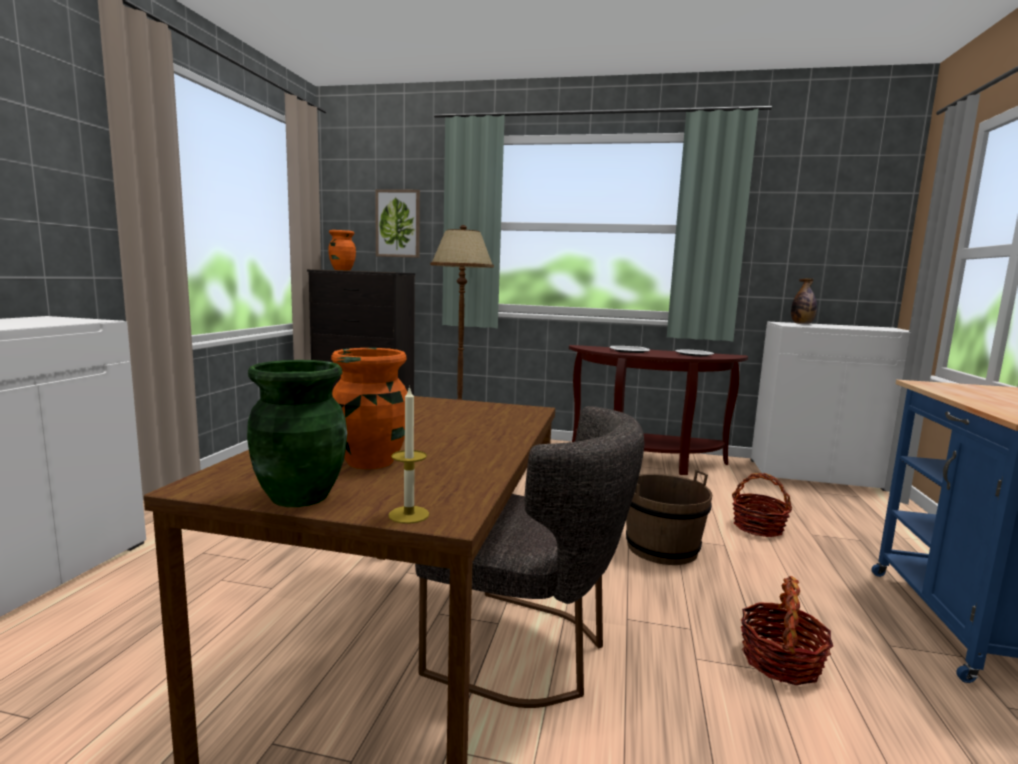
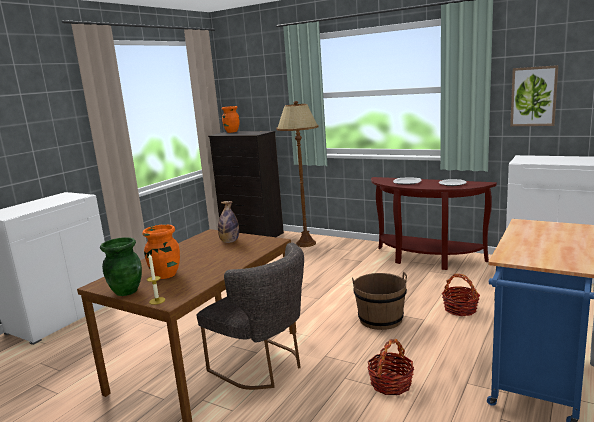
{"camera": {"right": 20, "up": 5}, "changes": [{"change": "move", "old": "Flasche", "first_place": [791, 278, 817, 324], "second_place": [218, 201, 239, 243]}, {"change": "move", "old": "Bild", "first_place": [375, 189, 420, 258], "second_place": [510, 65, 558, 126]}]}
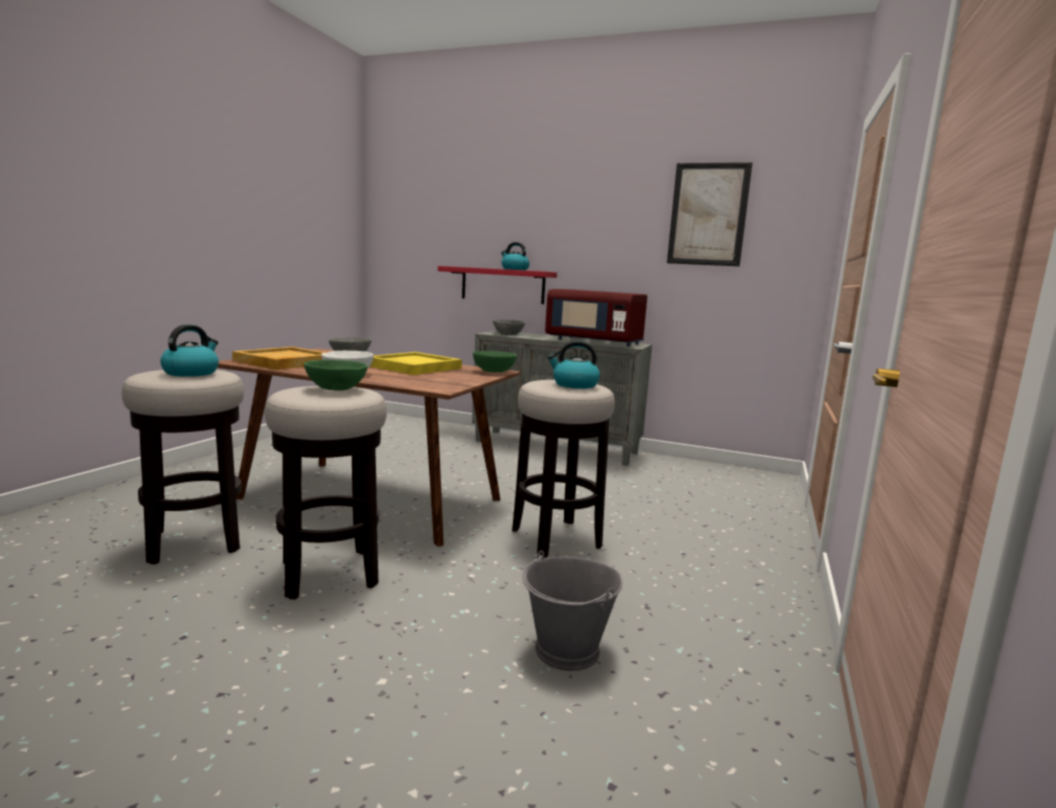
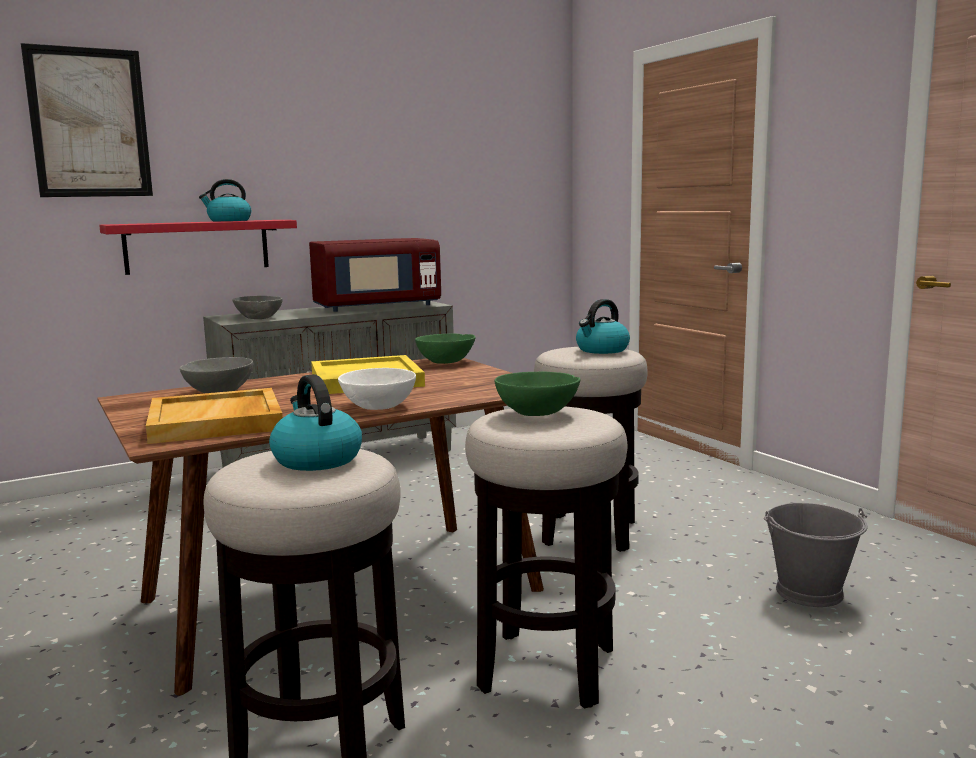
{"camera": {"right": -50, "up": 0}, "changes": [{"change": "move", "old": "Bild", "first_place": [667, 162, 753, 266], "second_place": [21, 43, 153, 197]}]}
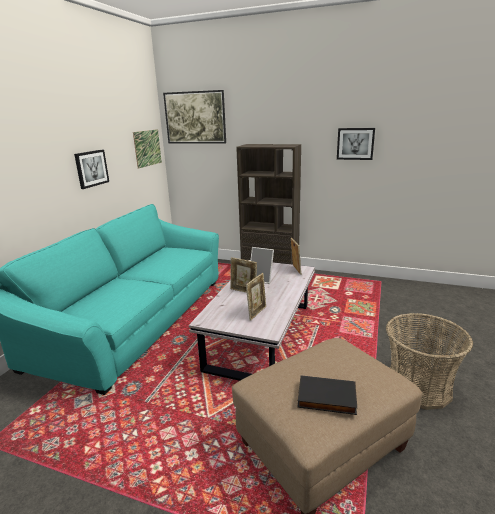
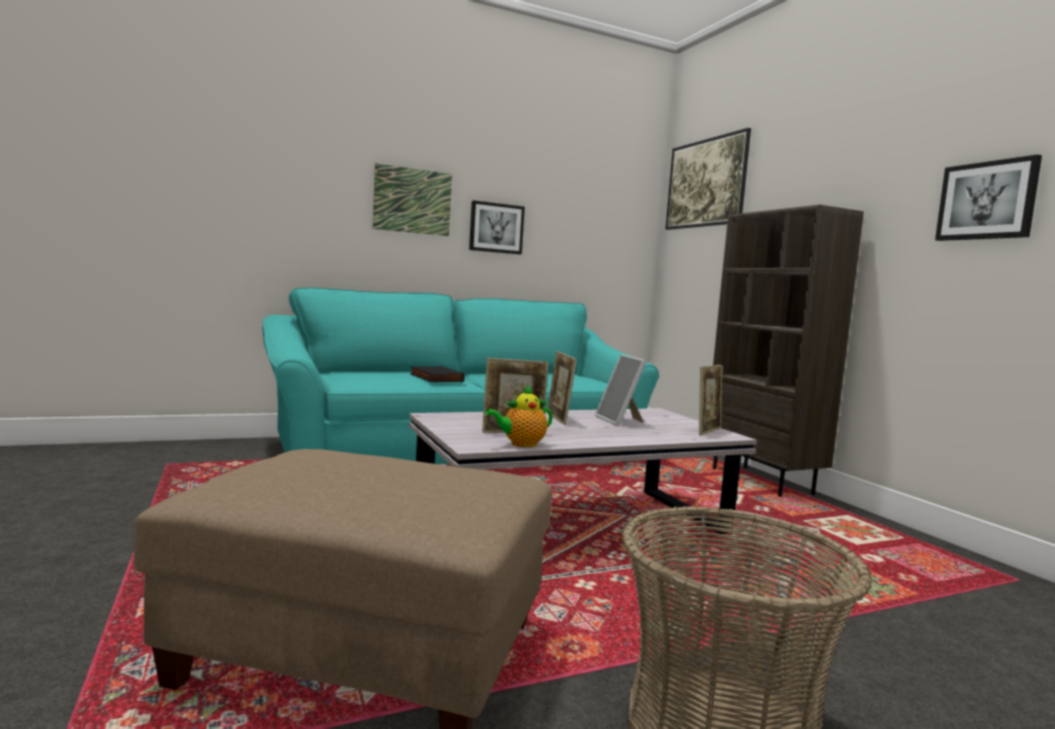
{"camera": {"right": 45, "up": -15}, "changes": [{"change": "move", "old": "Bild", "first_place": [133, 129, 162, 169], "second_place": [372, 163, 452, 236]}, {"change": "move", "old": "Buch/schwarz", "first_place": [297, 376, 357, 415], "second_place": [411, 366, 465, 382]}, {"change": "insert", "new": "Teekanne", "second_place": [485, 385, 553, 447]}]}
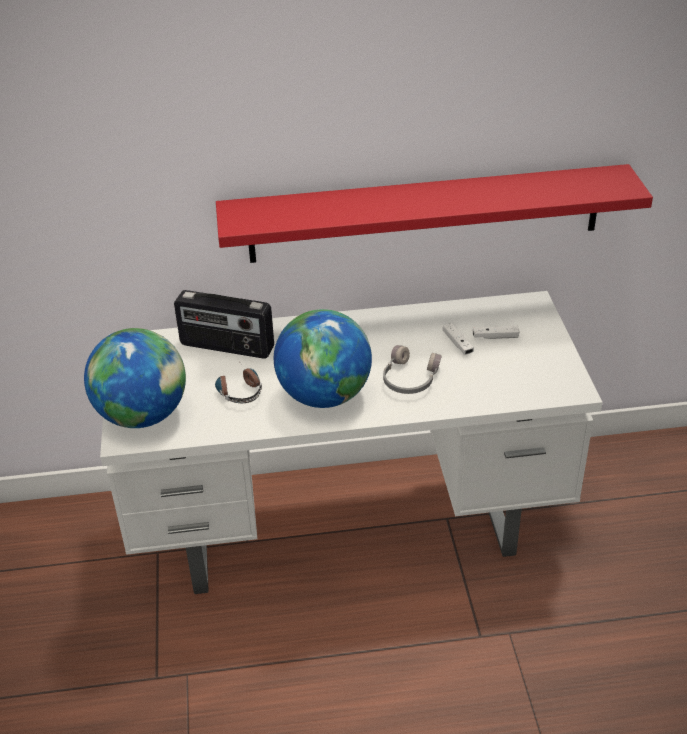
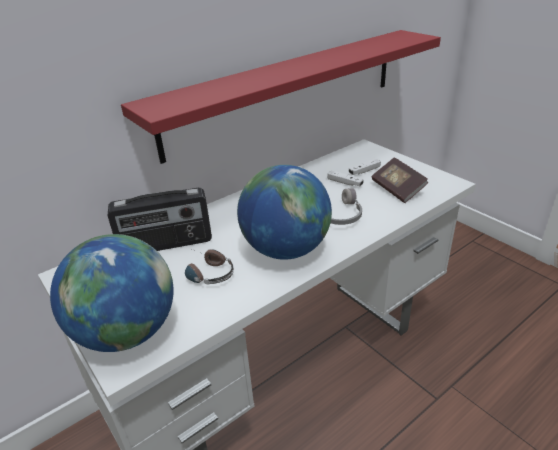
{"camera": {"right": -30, "up": -5}, "changes": [{"change": "insert", "new": "Buch", "second_place": [372, 157, 429, 203]}]}
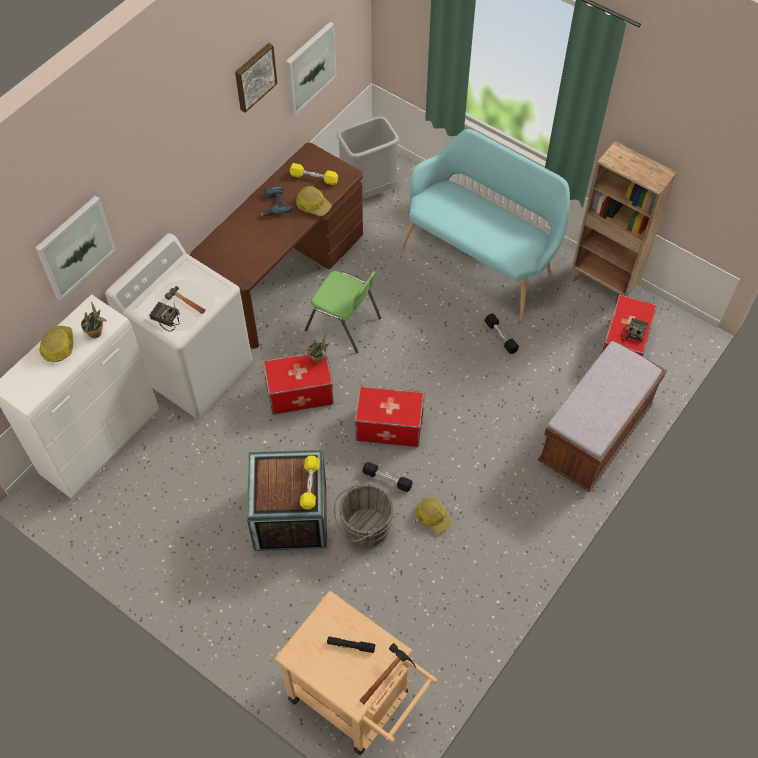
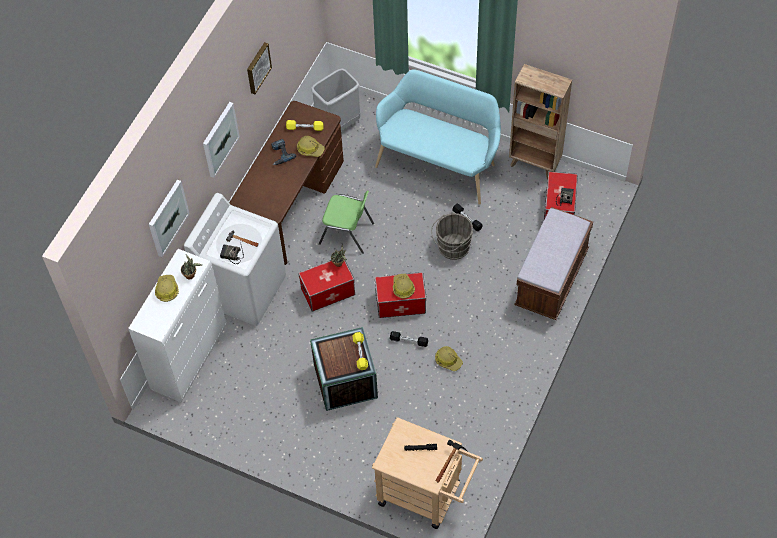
{"camera": {"right": -10, "up": 0}, "changes": [{"change": "move", "old": "Bild", "first_place": [286, 22, 337, 116], "second_place": [203, 102, 240, 178]}, {"change": "insert", "new": "Schutzhelm", "second_place": [393, 274, 415, 299]}, {"change": "move", "old": "Eimer/grau", "first_place": [334, 484, 394, 549], "second_place": [431, 213, 473, 260]}]}
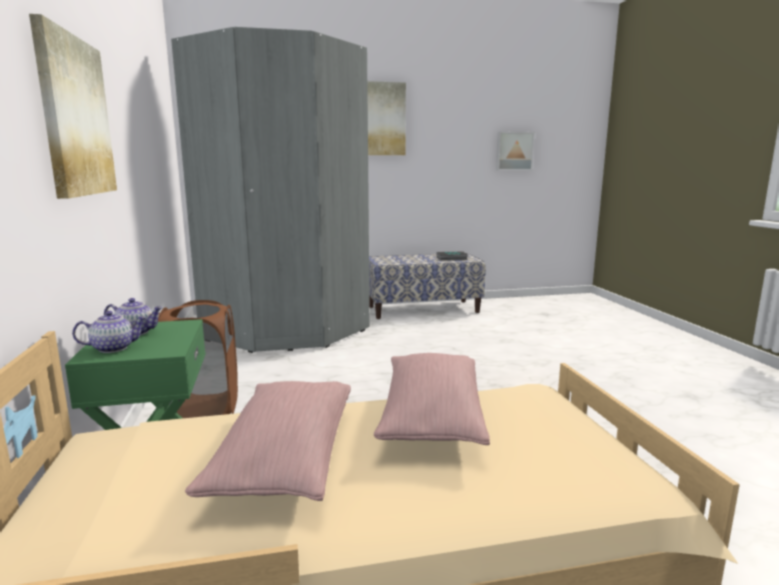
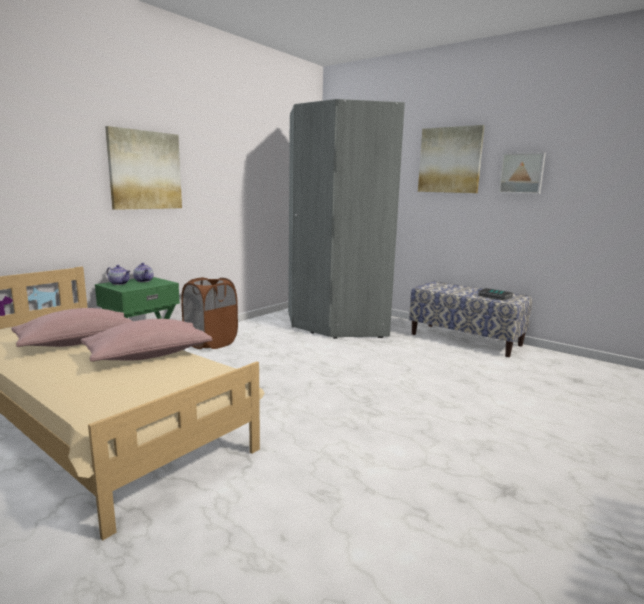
{"camera": {"right": 50, "up": 0}, "changes": [{"change": "move", "old": "Bild", "first_place": [496, 132, 535, 171], "second_place": [498, 152, 546, 194]}]}
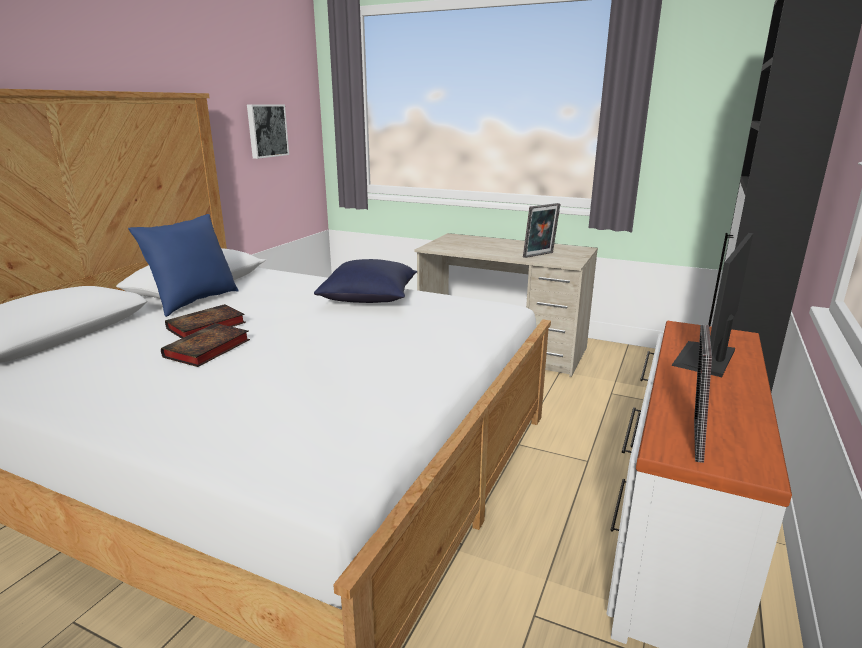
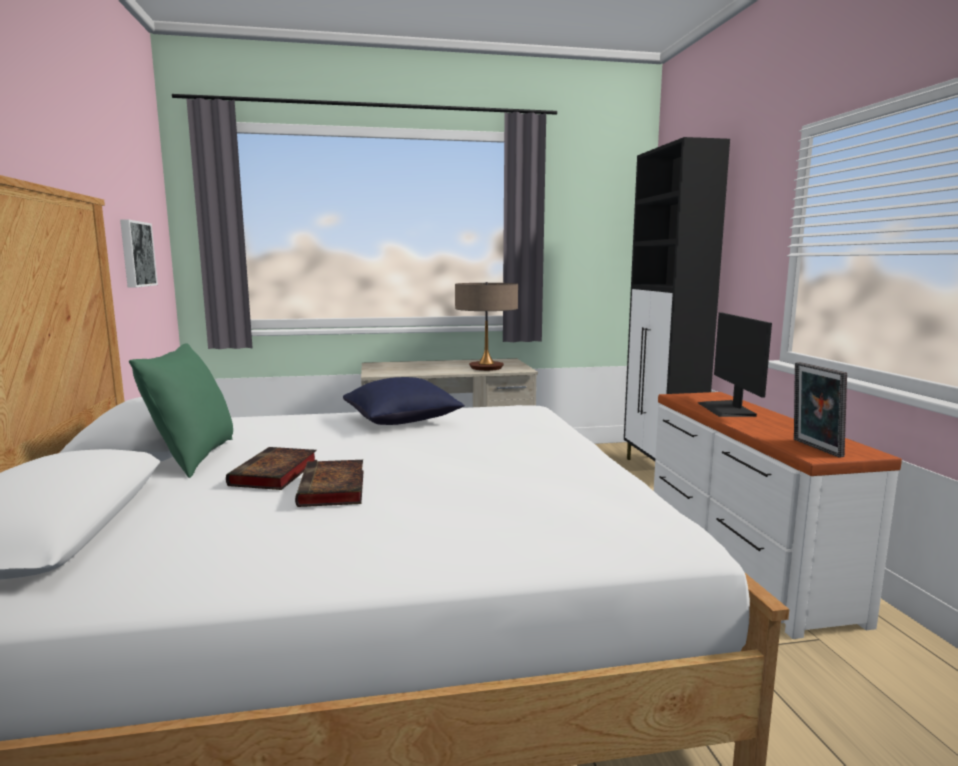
{"camera": {"right": -35, "up": -10}, "changes": [{"change": "recolor", "old": "Kissen/blau", "new": "Kissen/grün", "first_place": [128, 214, 239, 317], "second_place": [129, 343, 233, 478]}, {"change": "replace", "old": "Bilderrahmen", "new": "Tischlampe", "first_place": [523, 203, 560, 258], "second_place": [455, 282, 518, 371]}]}
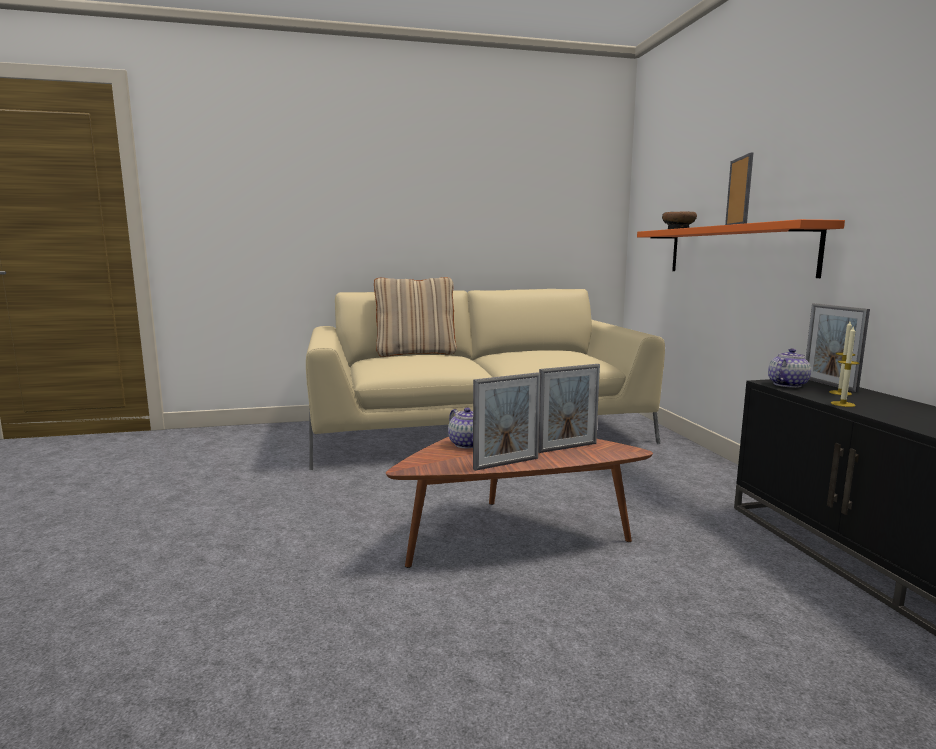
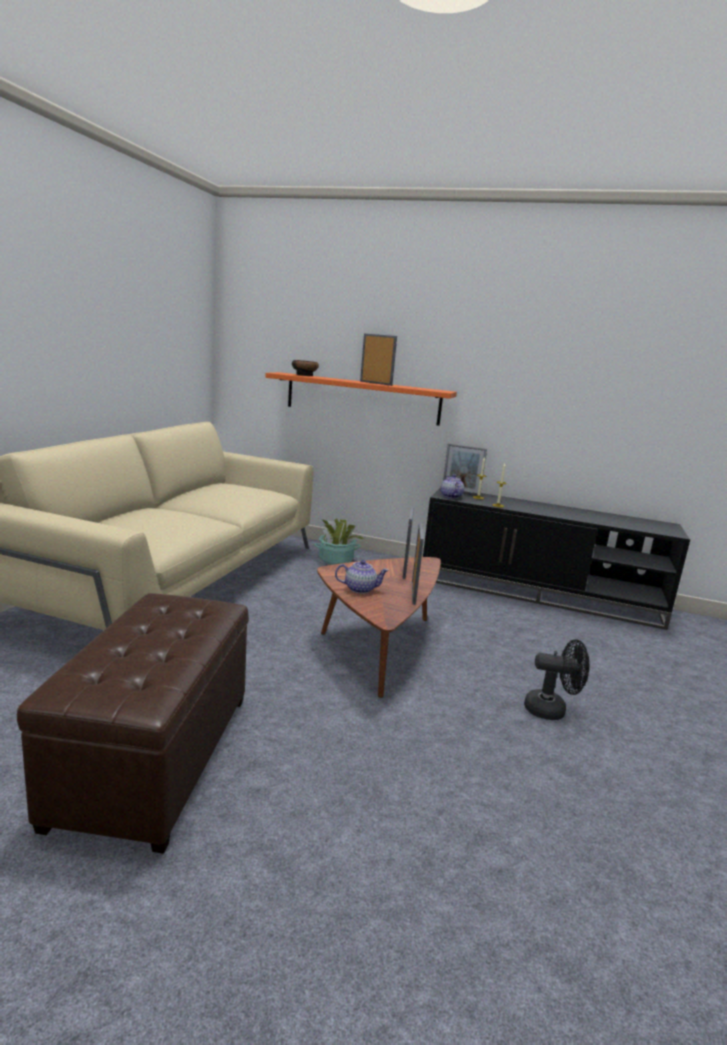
{"camera": {"right": -60, "up": 5}, "changes": [{"change": "insert", "new": "Polsterhocker/braun", "second_place": [17, 593, 249, 854]}, {"change": "insert", "new": "Topfpflanze", "second_place": [314, 518, 365, 565]}, {"change": "insert", "new": "Ventilator/schwarz", "second_place": [524, 639, 589, 720]}, {"change": "delete", "old": "Kissen/beige", "first_place": [374, 277, 457, 357]}]}
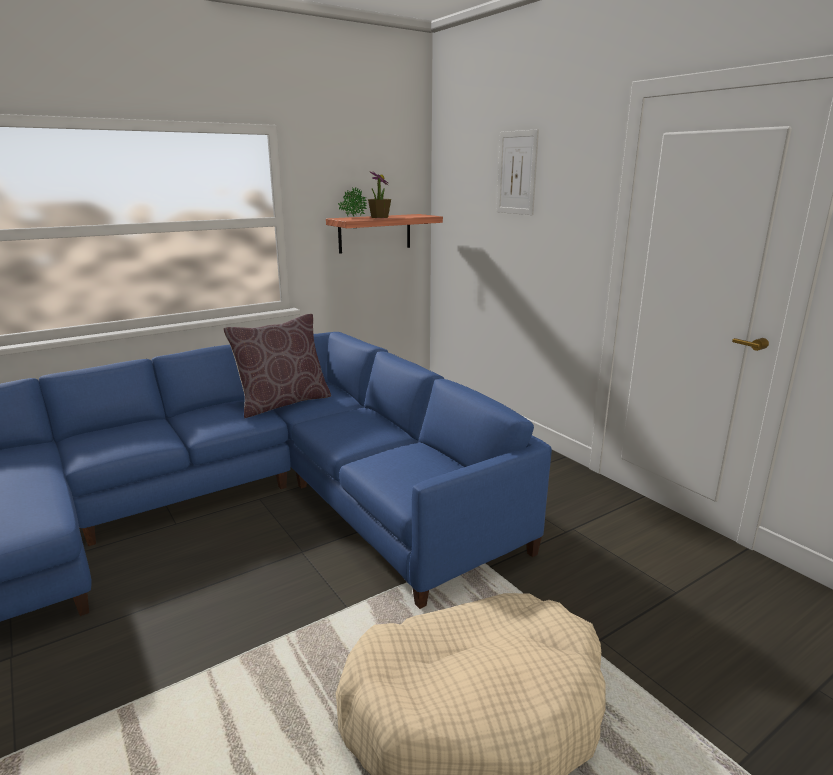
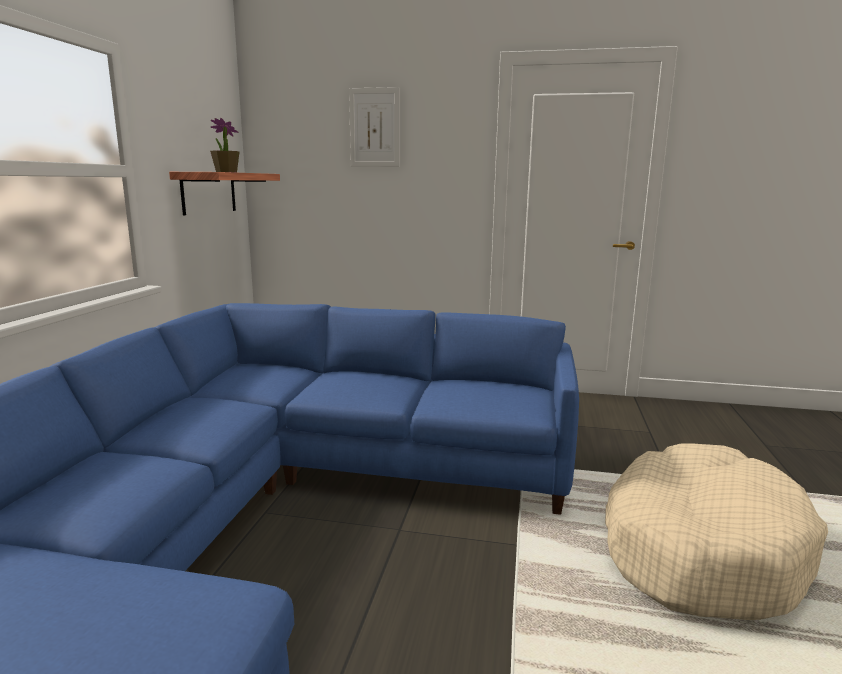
{"camera": {"right": -45, "up": -5}, "changes": [{"change": "delete", "old": "Kissen/braun", "first_place": [223, 314, 331, 418]}, {"change": "delete", "old": "Topfpflanze", "first_place": [338, 187, 367, 217]}]}
